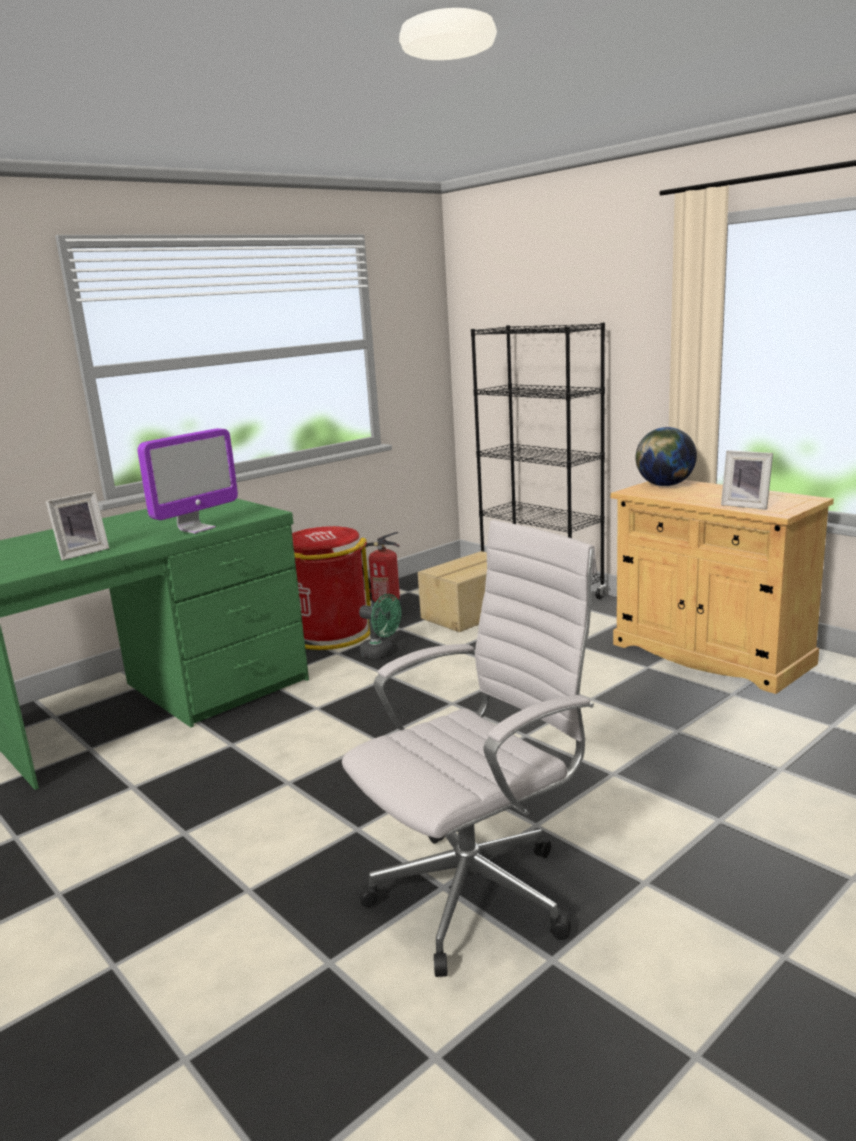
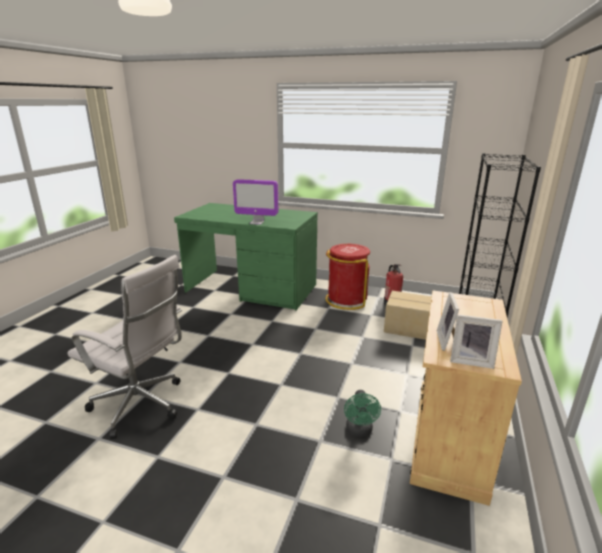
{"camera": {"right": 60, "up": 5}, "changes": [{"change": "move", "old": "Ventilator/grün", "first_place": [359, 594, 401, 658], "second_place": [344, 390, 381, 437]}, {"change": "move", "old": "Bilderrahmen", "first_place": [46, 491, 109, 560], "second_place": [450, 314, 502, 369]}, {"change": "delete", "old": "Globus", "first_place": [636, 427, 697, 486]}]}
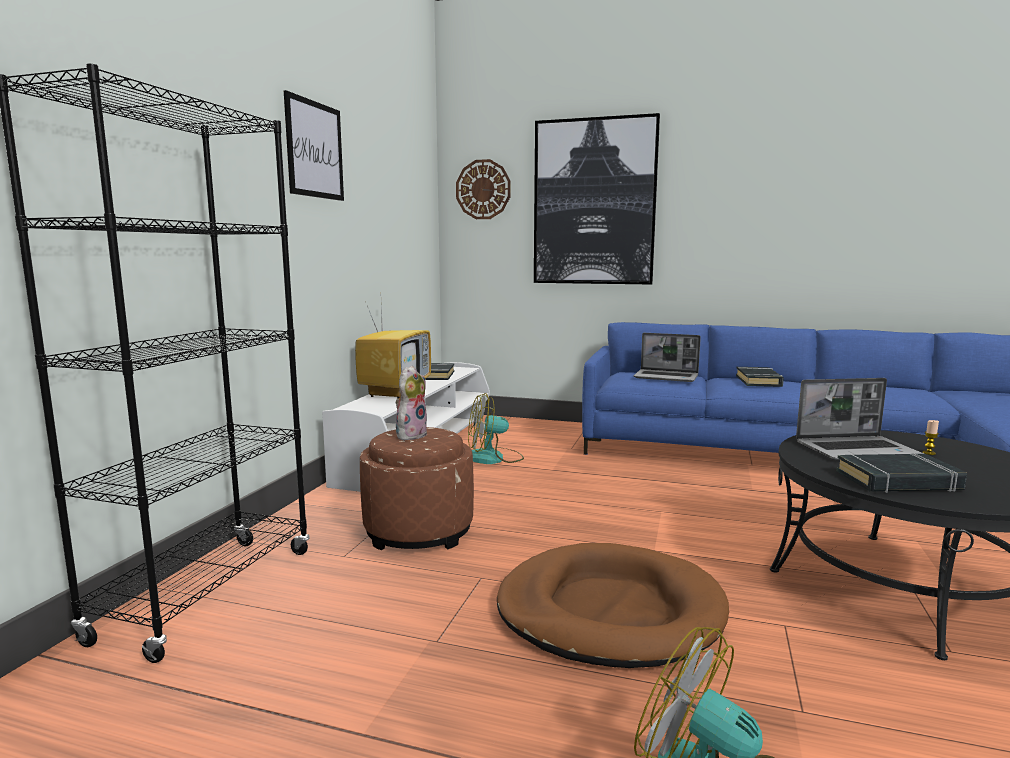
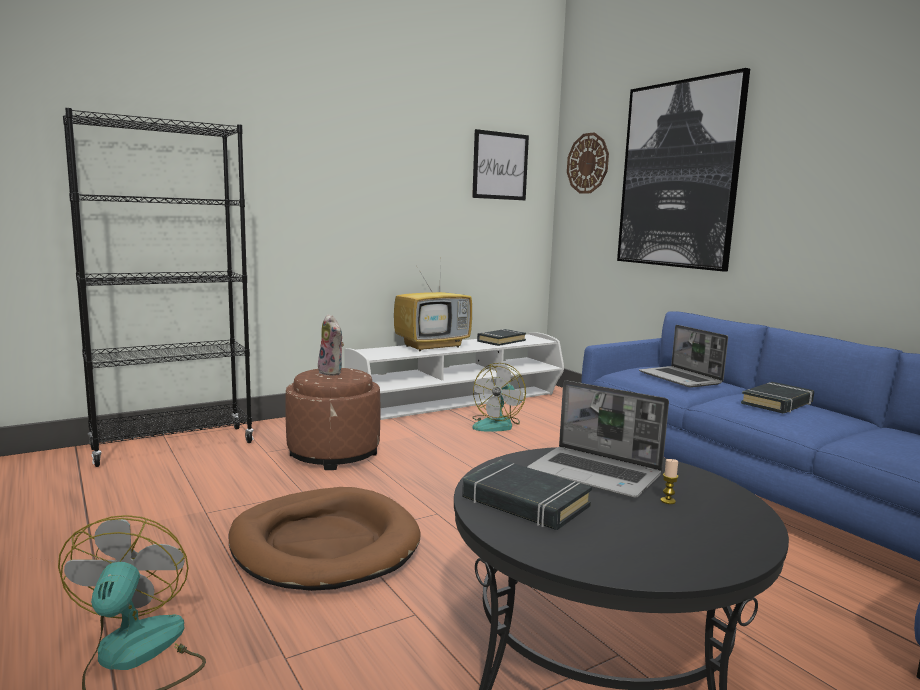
{"camera": {"right": 40, "up": 0}, "changes": [{"change": "rotate", "old": "Plüschtier", "first_place": [395, 366, 428, 440], "second_place": [318, 314, 344, 376], "degrees": 75}, {"change": "move", "old": "Bild", "first_place": [284, 90, 344, 201], "second_place": [472, 129, 529, 200]}, {"change": "rotate", "old": "Ventilator", "first_place": [468, 393, 524, 464], "second_place": [472, 363, 526, 432], "degrees": -90}]}
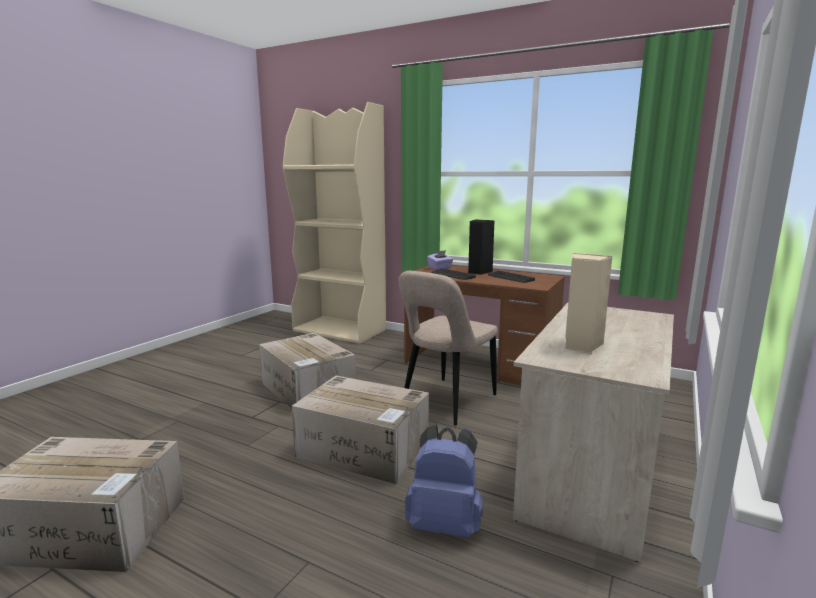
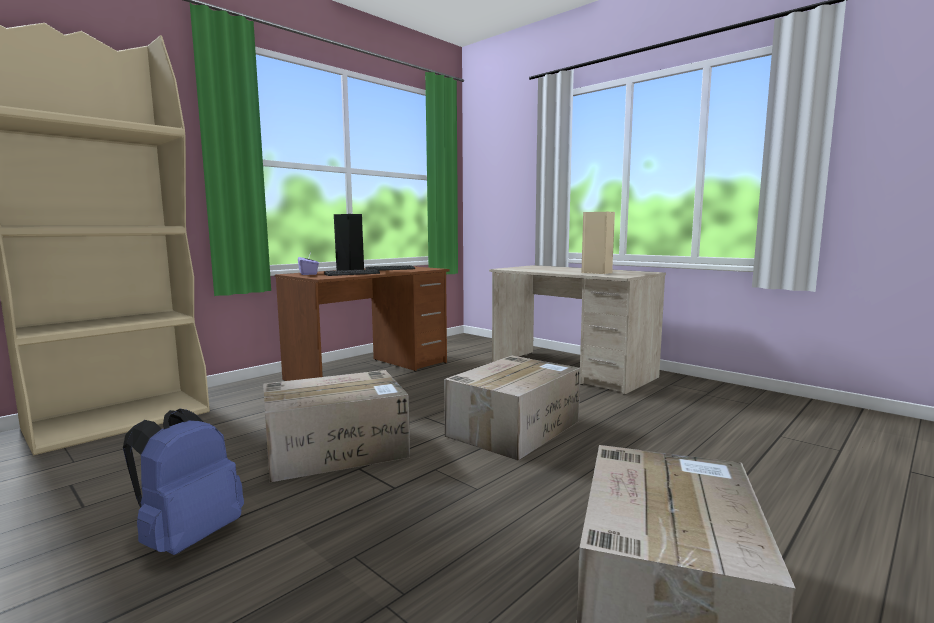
{"camera": {"right": -75, "up": -5}, "changes": [{"change": "move", "old": "Rucksack/blau", "first_place": [405, 425, 483, 538], "second_place": [123, 409, 244, 555]}, {"change": "delete", "old": "Stuhl/beige", "first_place": [399, 271, 498, 426]}]}
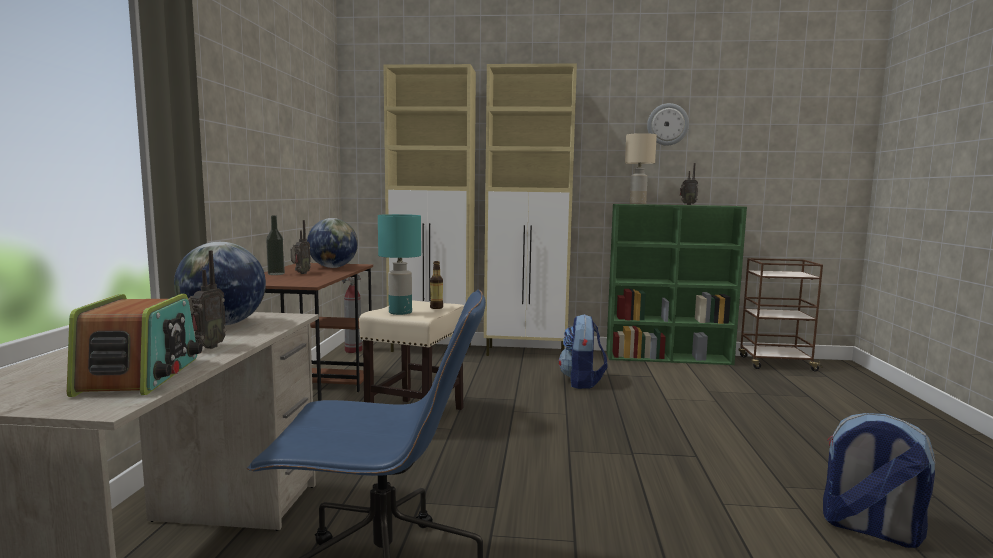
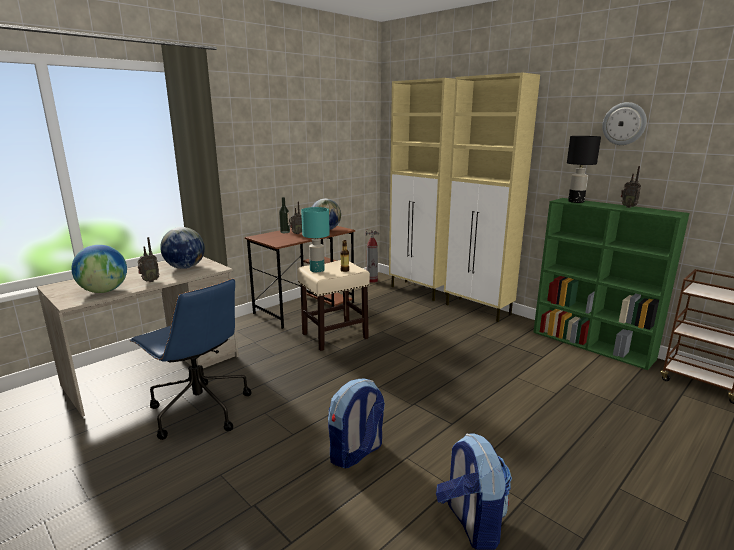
{"camera": {"right": 40, "up": 10}, "changes": [{"change": "replace", "old": "Radio", "new": "Globus", "first_place": [67, 294, 202, 397], "second_place": [71, 245, 127, 293]}, {"change": "move", "old": "Rucksack", "first_place": [559, 314, 608, 389], "second_place": [328, 378, 385, 468]}, {"change": "recolor", "old": "Tischlampe/beige", "new": "Tischlampe/schwarz", "first_place": [625, 133, 657, 204], "second_place": [567, 136, 601, 203]}]}
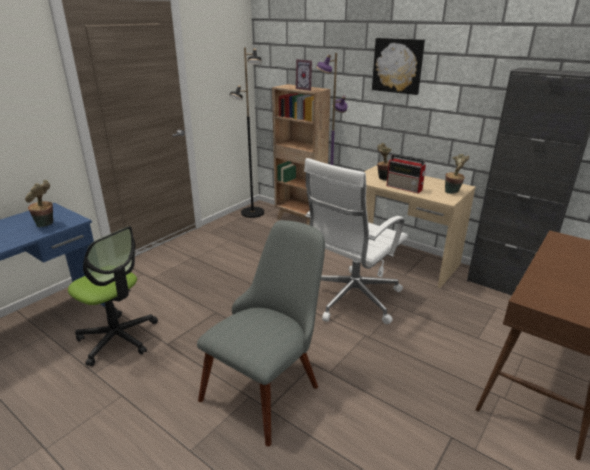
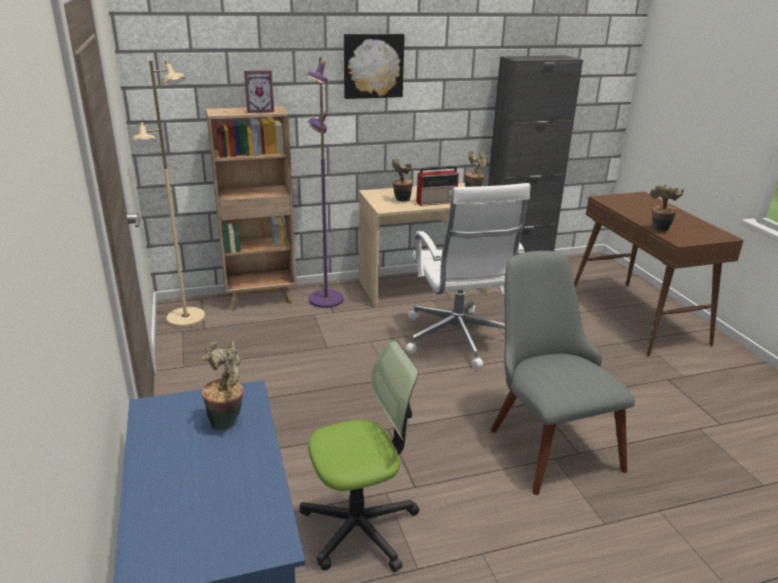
{"camera": {"right": -55, "up": 0}, "changes": [{"change": "recolor", "old": "Stehlampe/schwarz", "new": "Stehlampe/beige", "first_place": [229, 47, 264, 218], "second_place": [132, 60, 205, 327]}, {"change": "insert", "new": "Topfpflanze", "second_place": [650, 184, 684, 231]}]}
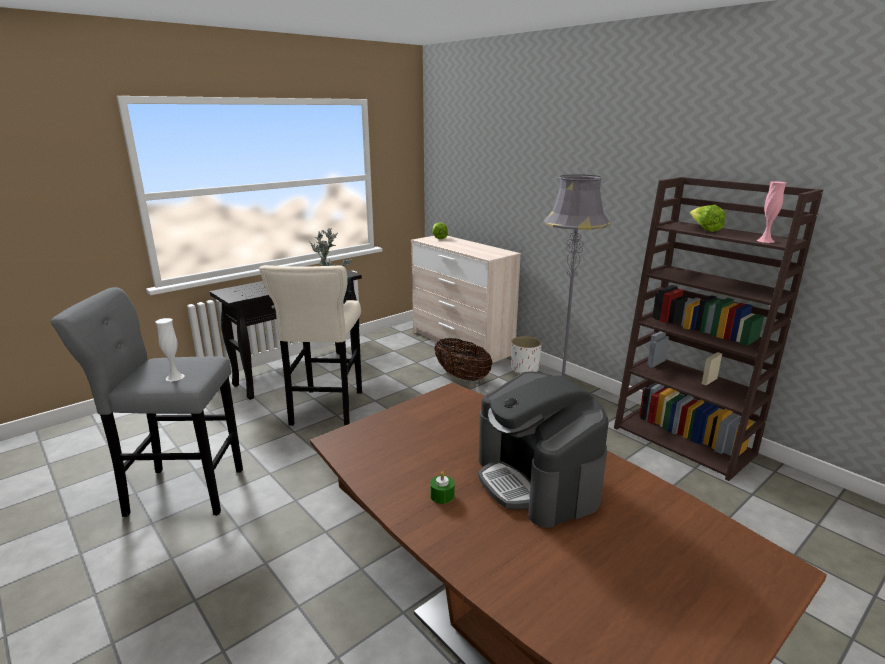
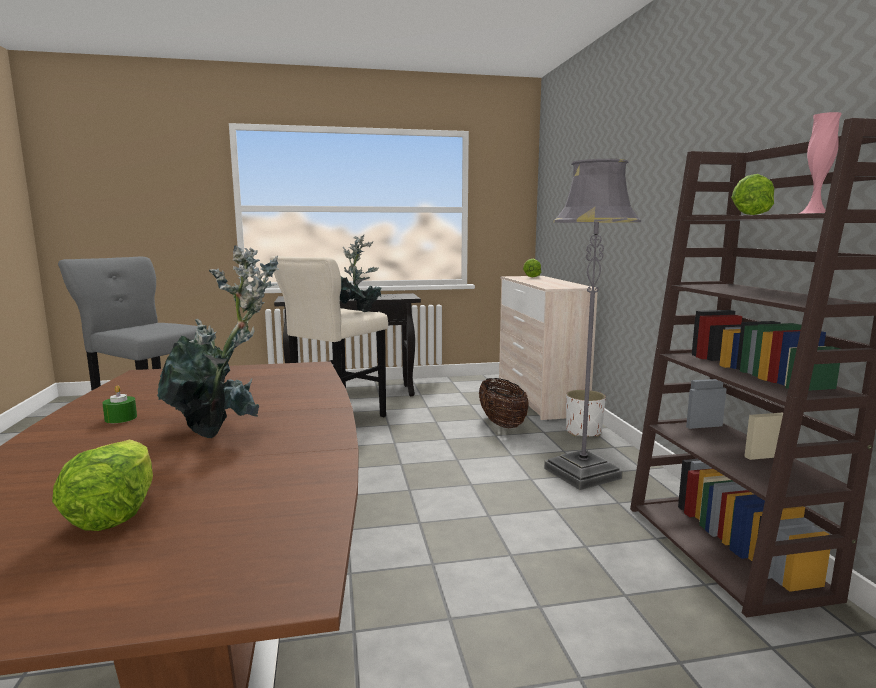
{"camera": {"right": 30, "up": -10}, "changes": [{"change": "insert", "new": "Salatkopf", "second_place": [52, 440, 153, 531]}, {"change": "replace", "old": "Kaffeemaschine", "new": "Topfpflanze", "first_place": [478, 371, 609, 528], "second_place": [157, 245, 279, 438]}, {"change": "delete", "old": "Vase/weiß", "first_place": [155, 318, 184, 381]}]}
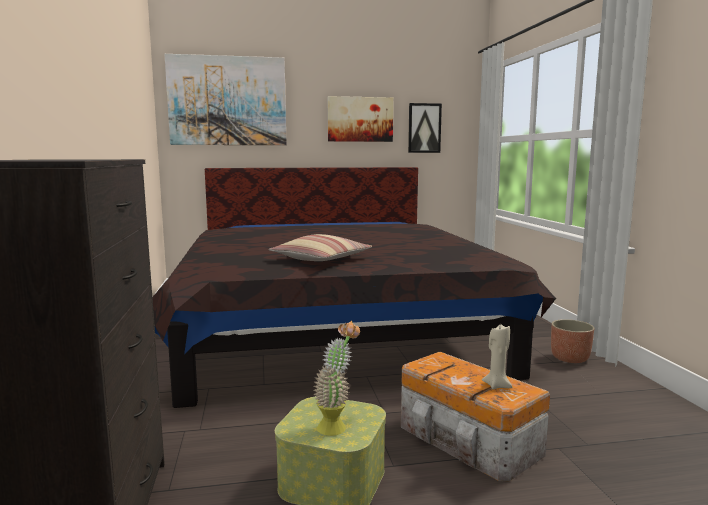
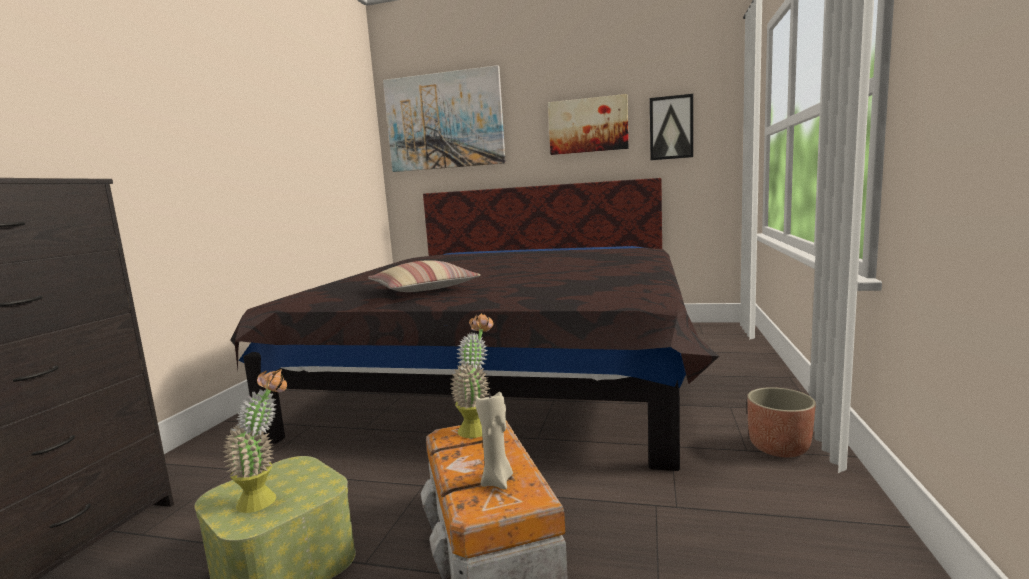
{"camera": {"right": 25, "up": 0}, "changes": [{"change": "insert", "new": "Topfpflanze", "second_place": [450, 313, 493, 438]}]}
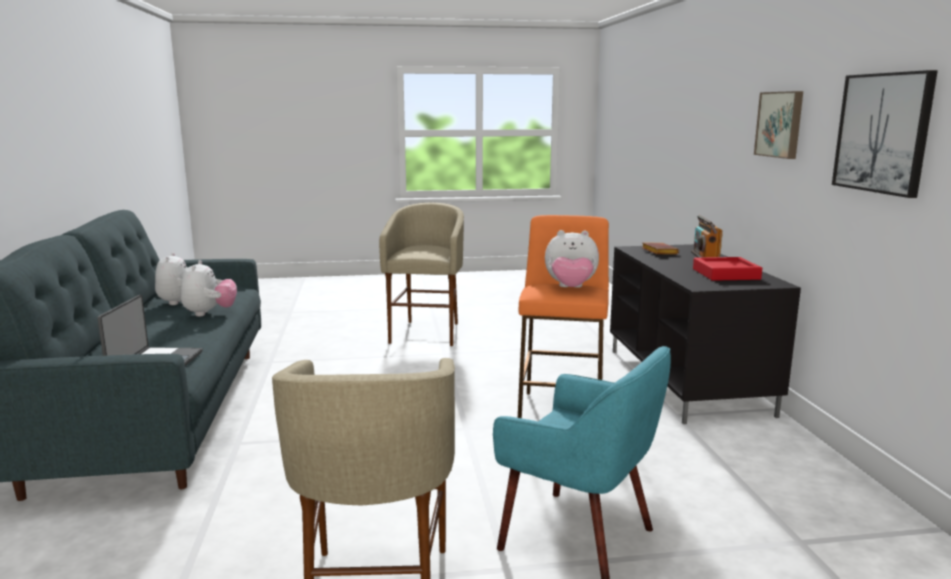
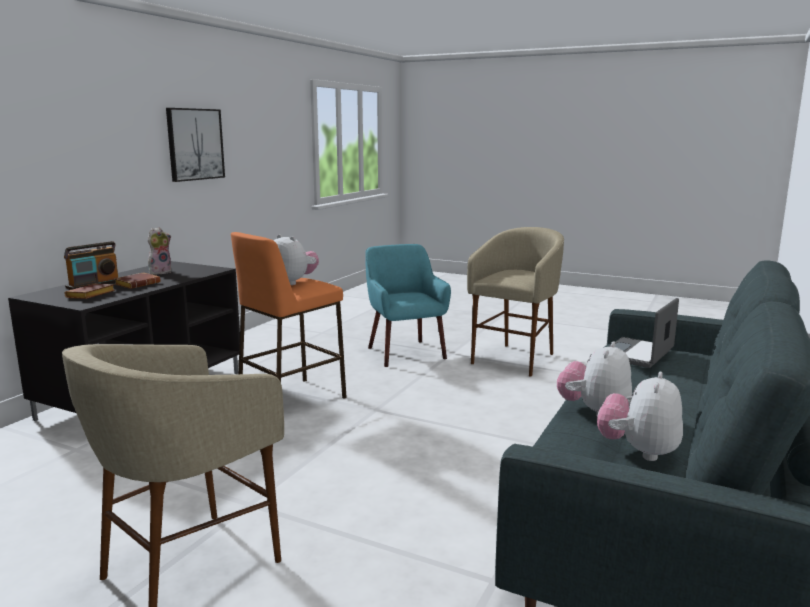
{"camera": {"right": -145, "up": 0}, "changes": [{"change": "insert", "new": "Buch/braun", "second_place": [114, 272, 161, 289]}, {"change": "replace", "old": "Tablett/rot", "new": "Plüschtier", "first_place": [693, 257, 762, 281], "second_place": [148, 227, 171, 275]}, {"change": "delete", "old": "Bild", "first_place": [754, 91, 803, 159]}]}
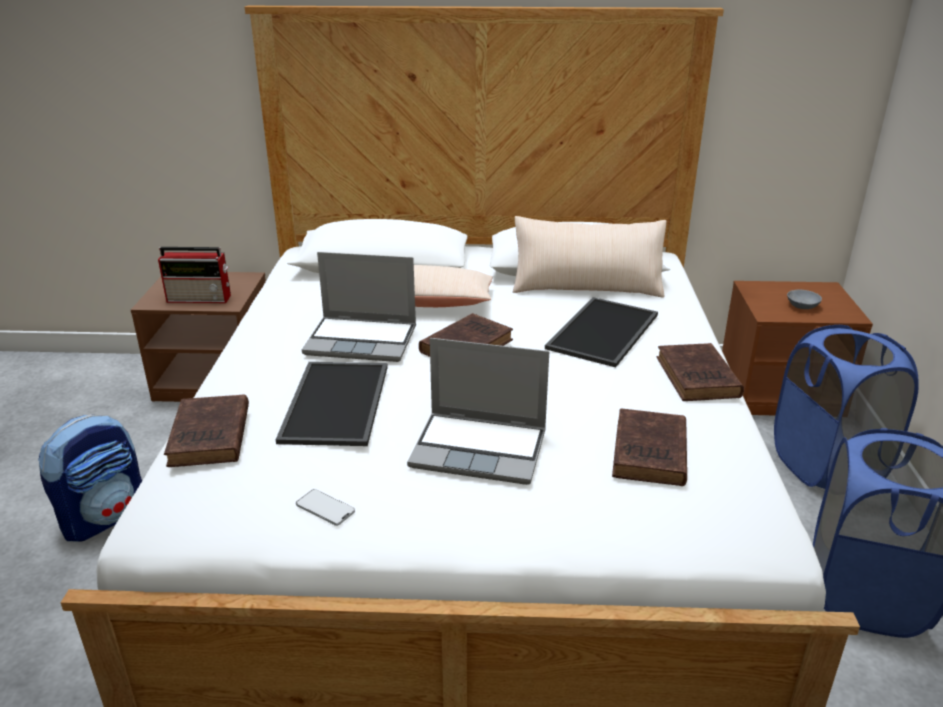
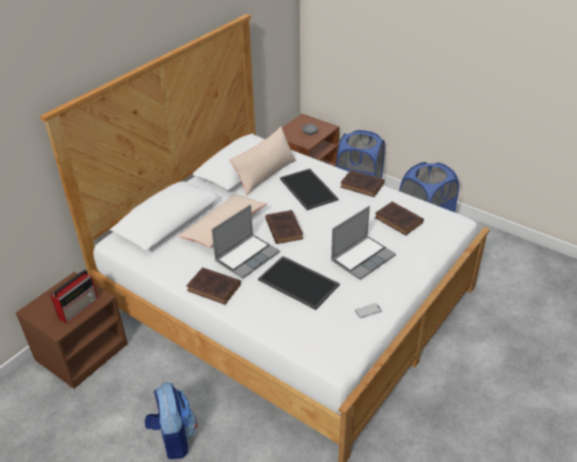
{"camera": {"right": -55, "up": 10}, "changes": [{"change": "move", "old": "Buch/braun", "first_place": [164, 394, 249, 467], "second_place": [187, 267, 241, 305]}]}
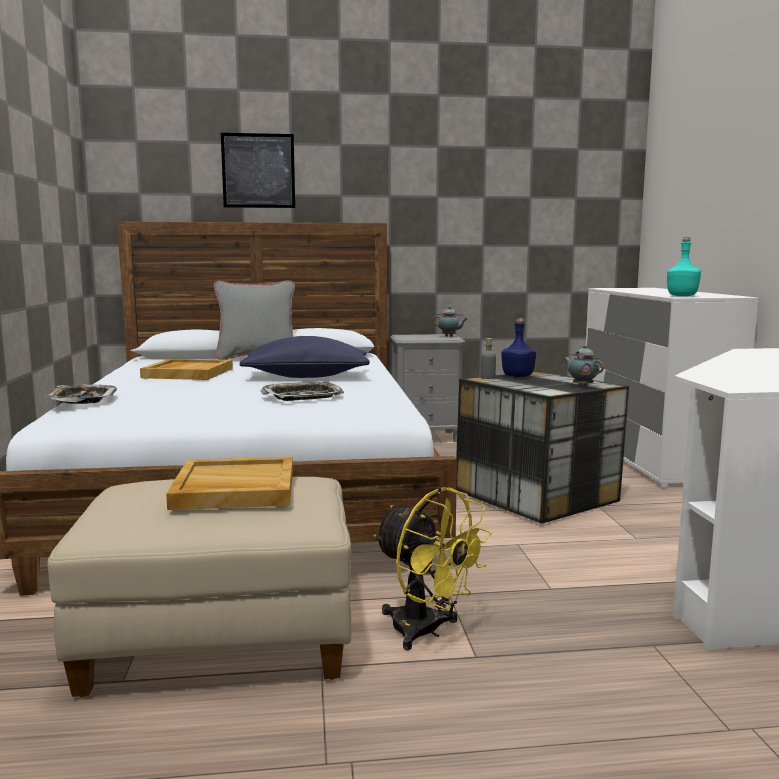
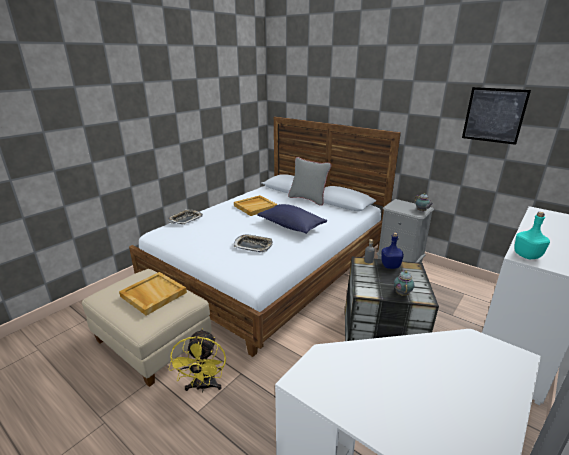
{"camera": {"right": 45, "up": 15}, "changes": [{"change": "move", "old": "Bild", "first_place": [221, 133, 295, 208], "second_place": [462, 87, 531, 145]}]}
